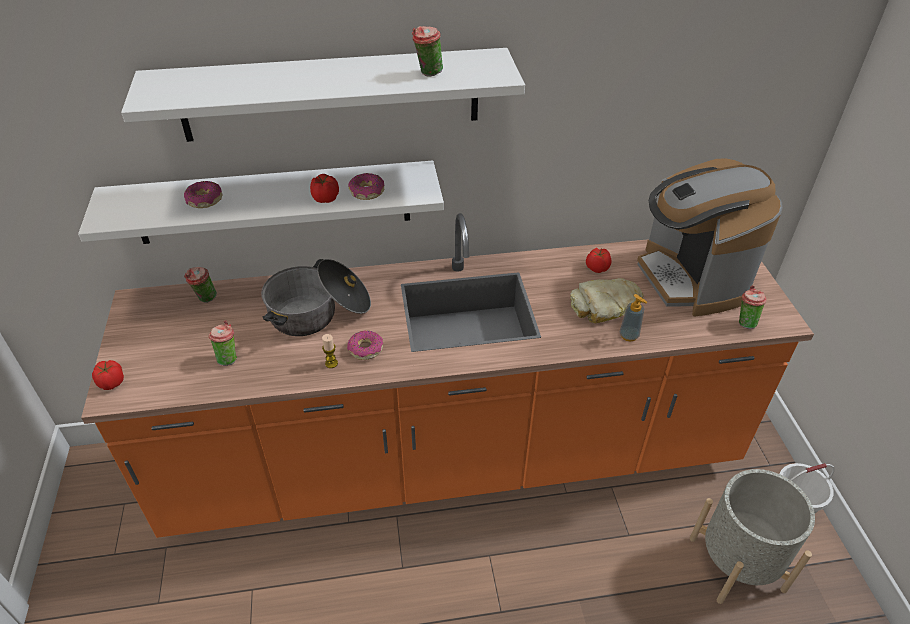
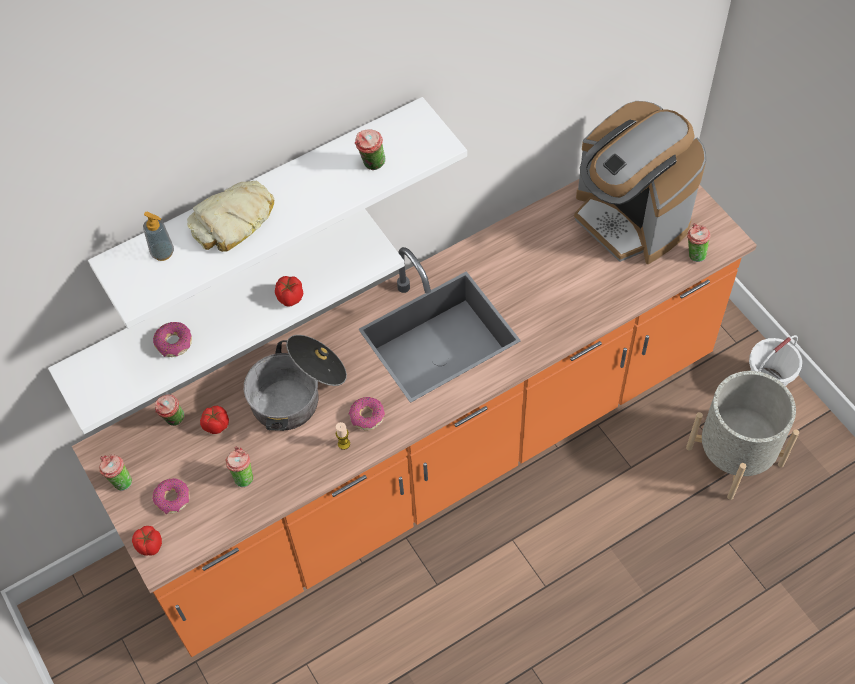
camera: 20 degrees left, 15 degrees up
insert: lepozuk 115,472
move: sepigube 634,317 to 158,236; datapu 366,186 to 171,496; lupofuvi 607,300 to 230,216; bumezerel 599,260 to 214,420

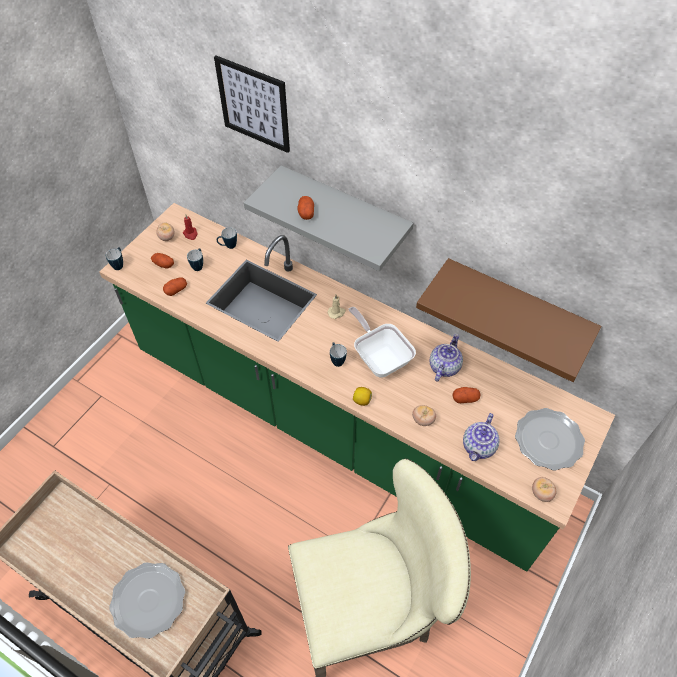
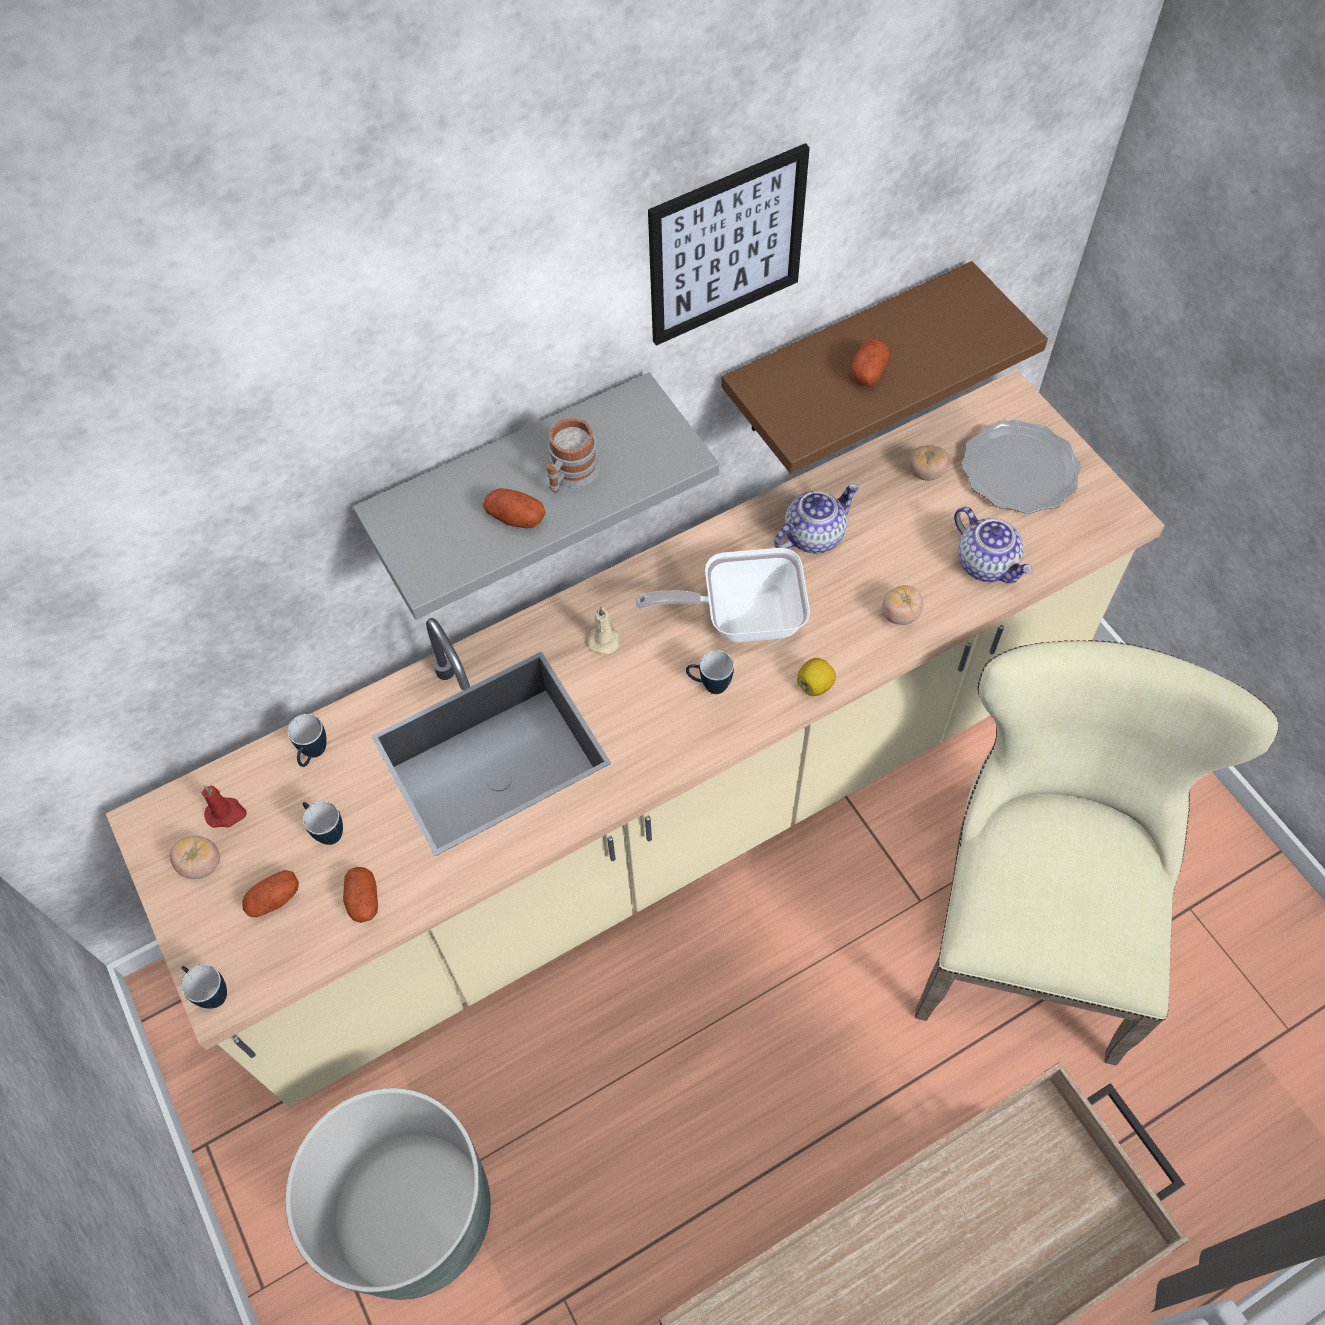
camera: 60 degrees left, 5 degrees up
delete: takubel 147,600
insert: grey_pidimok 388,1194; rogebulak 573,455
move: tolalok 252,104 to 729,244; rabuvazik 467,395 to 870,362; bumezerel 544,489 to 928,463
recolor: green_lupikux 357,387 to beige_lupikux 635,738
rotate: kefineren 446,357 = 816,518 90 degrees clockwise

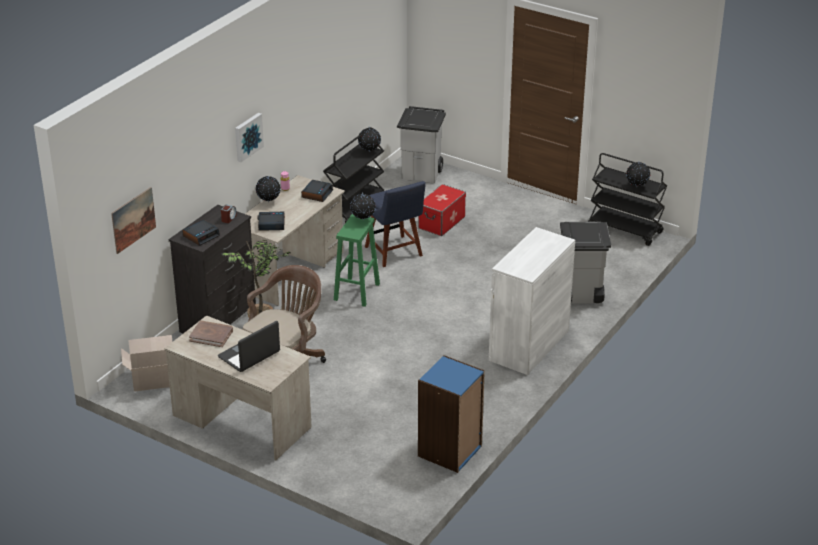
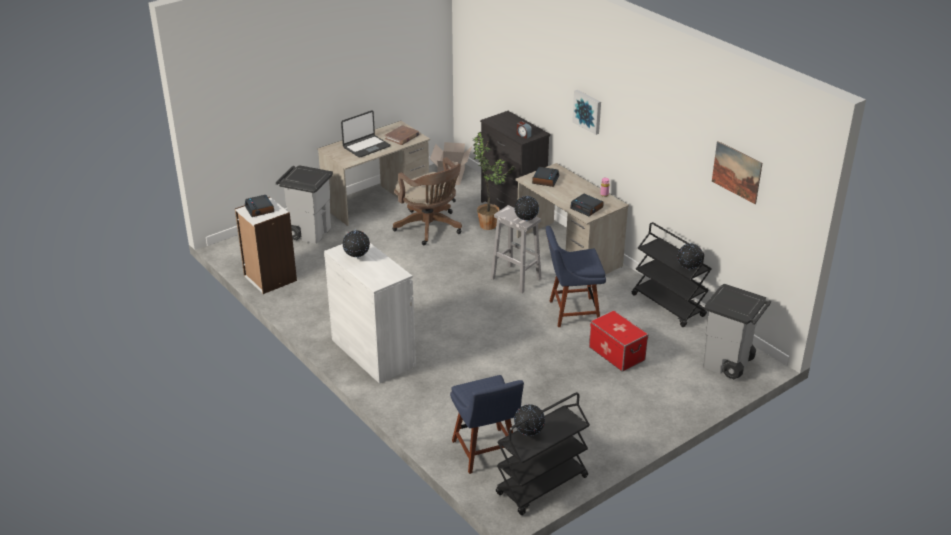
camera: 110 degrees right, 0 degrees up
insert: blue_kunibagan 487,424
move: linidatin 201,233 to 259,206; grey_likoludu 585,262 to 304,204; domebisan 268,188 to 356,244; tolalok 133,220 to 737,172
recolor: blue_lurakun 451,414 to white_lurakun 266,245; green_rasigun 357,260 to white_rasigun 516,249
rotate: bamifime 249,346 = 366,134 75 degrees clockwise

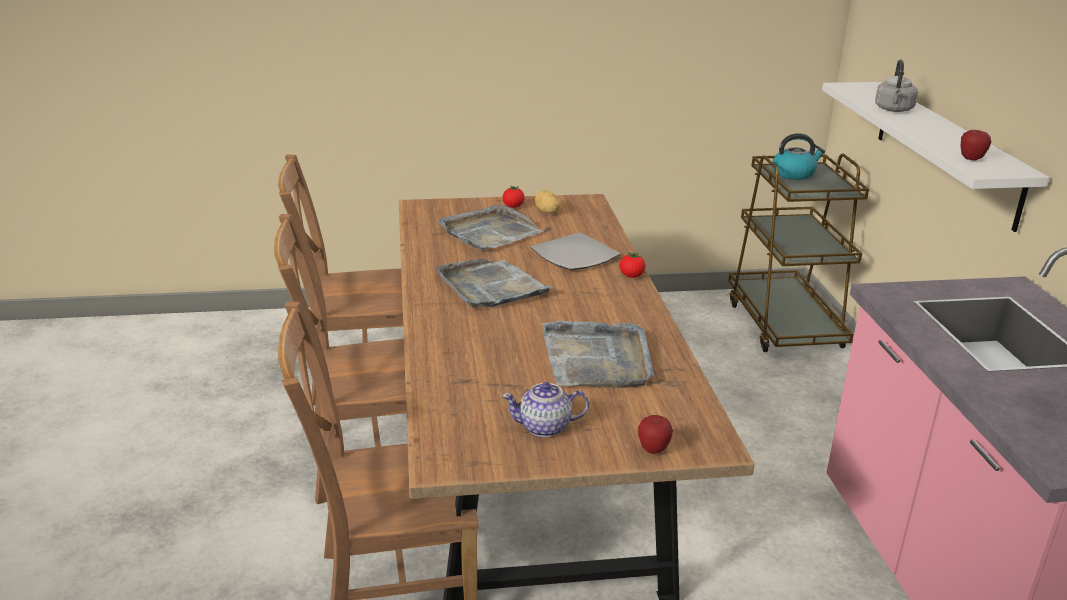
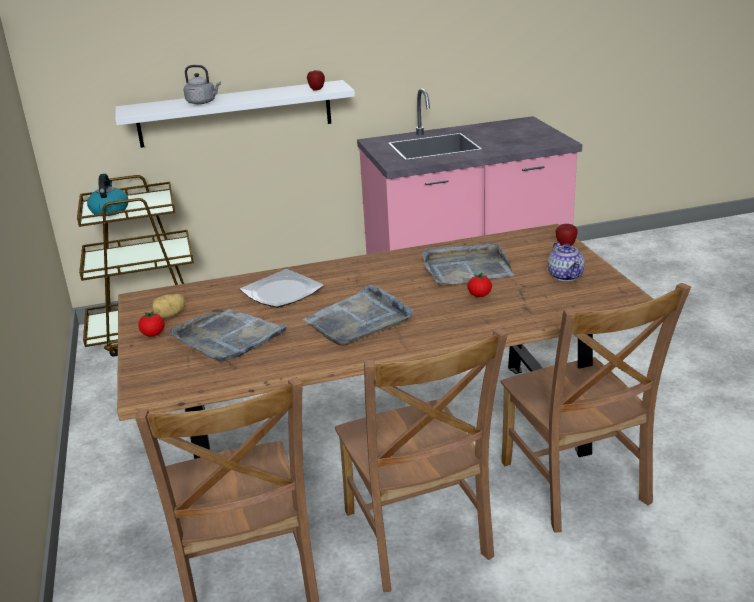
camera: 95 degrees left, 0 degrees up
move: bumezerel 633,265 to 480,285

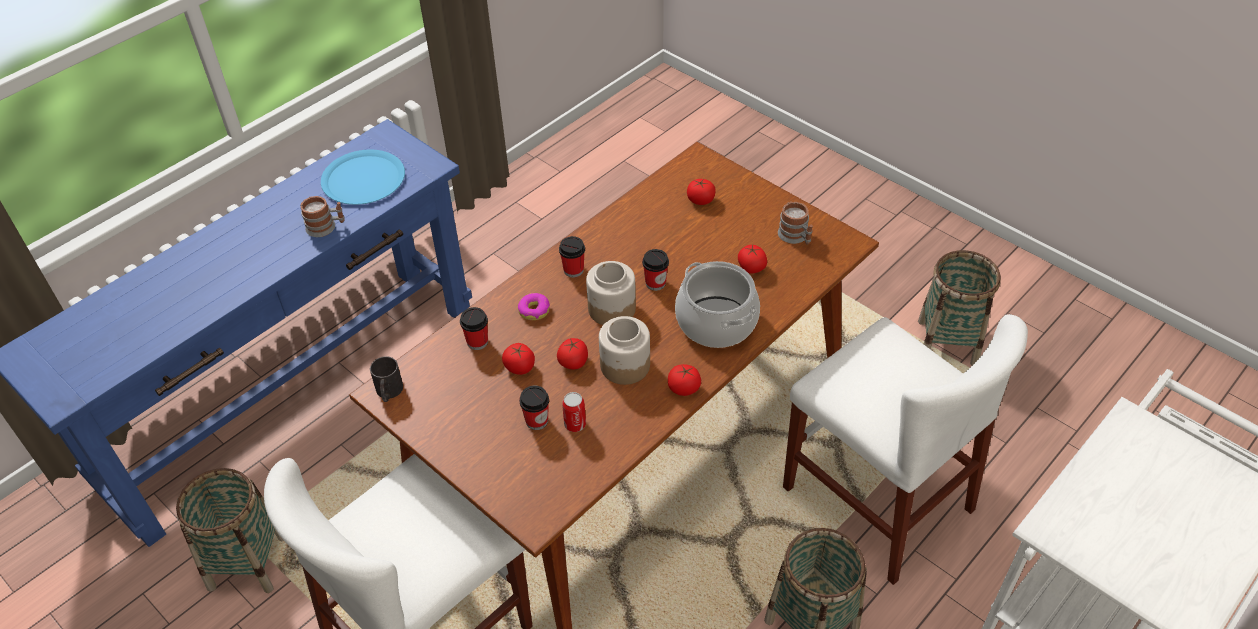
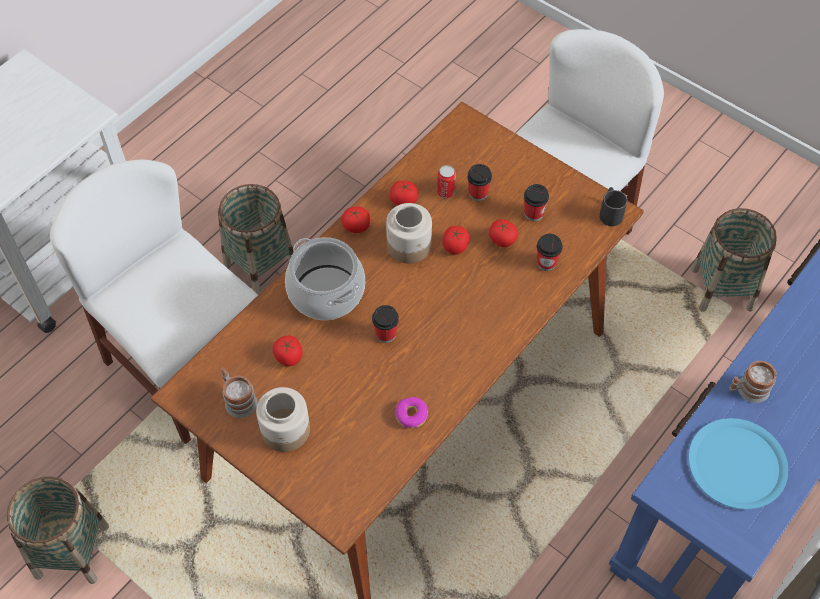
camera: 175 degrees right, 10 degrees up
move: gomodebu 611,293 to 283,419; bumezerel 701,192 to 404,193; datapu 534,306 to 411,413; lepozuk 572,257 to 536,202

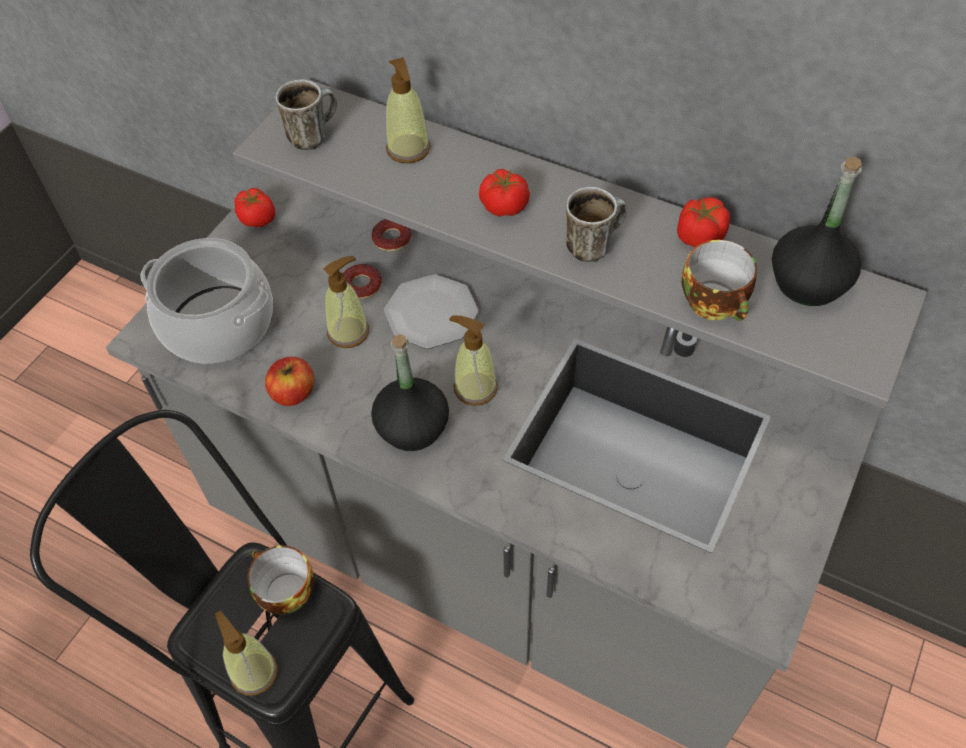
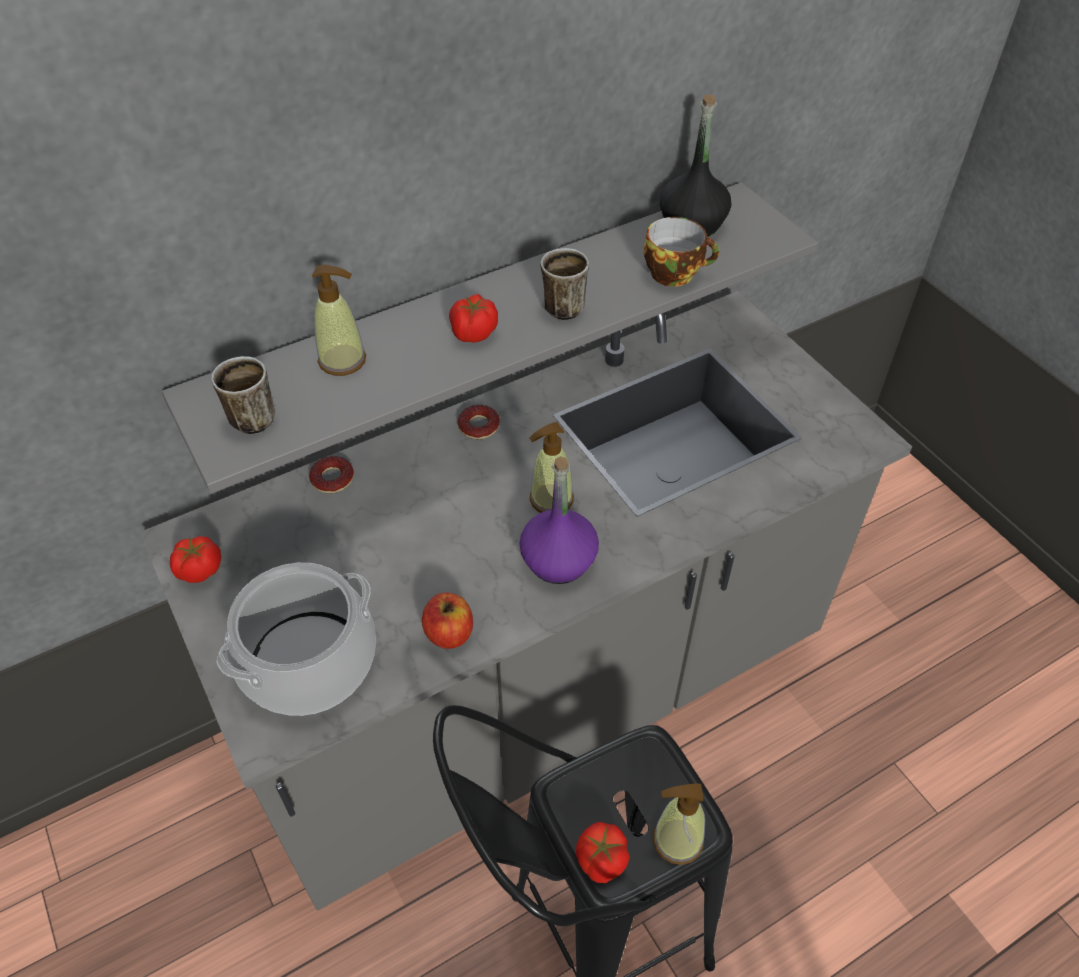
camera: 60 degrees left, 5 degrees down
delete: lepozuk 281,579; sepigube 346,302; takubel 431,312
move: datapu 362,281 to 479,422; bumezerel 703,222 to 603,852
recolor: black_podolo 410,392 to purple_podolo 559,520

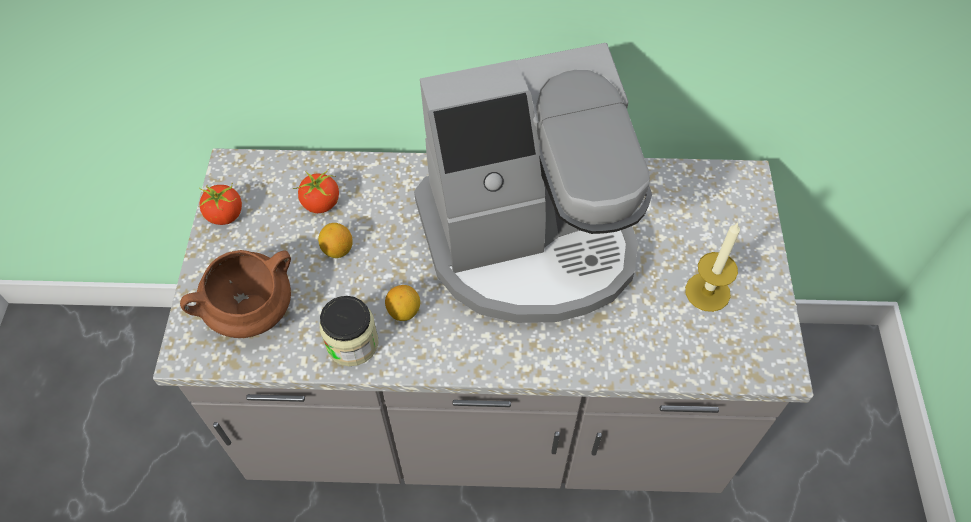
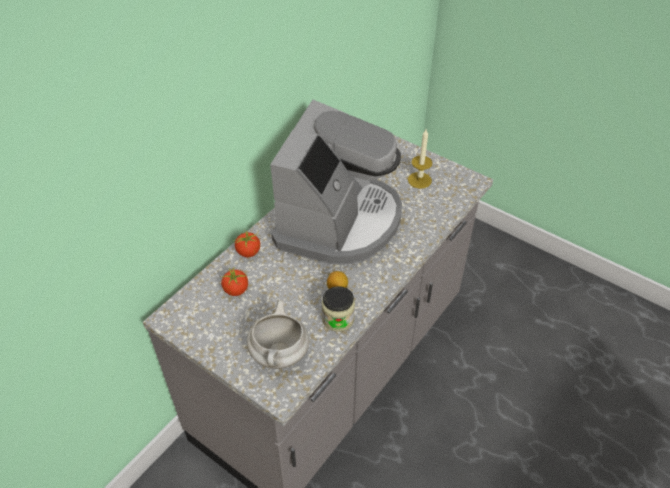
camera: 55 degrees left, 10 degrees down
delete: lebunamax 335,240
move: bumezerel 220,204 to 247,244
recolor: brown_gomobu 235,294 to white_gomobu 278,334

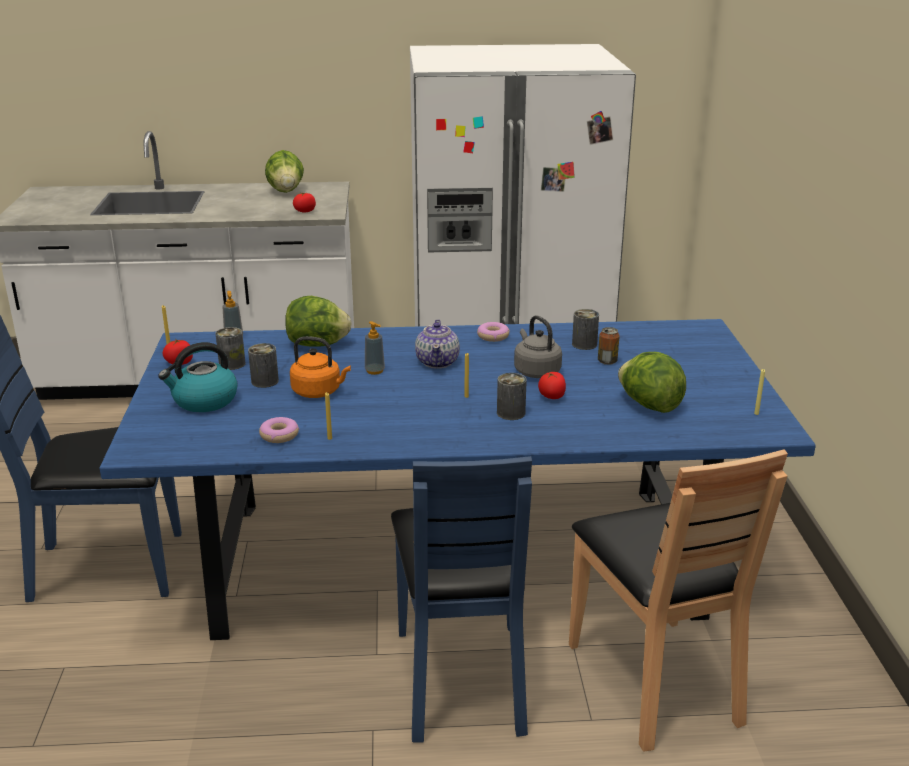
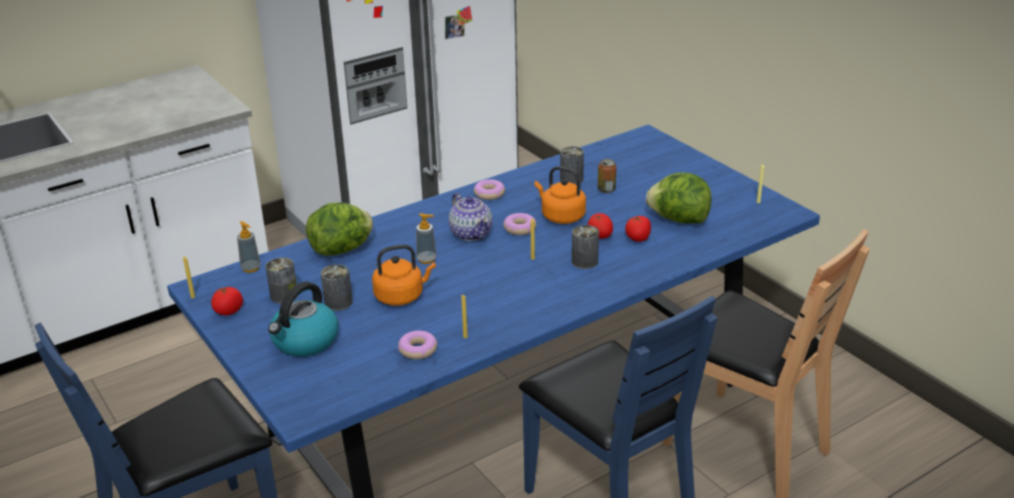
camera: 30 degrees left, 5 degrees up
delete: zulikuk 284,171
insert: datapu 519,224
move: bumezerel 304,202 to 638,228
recolor: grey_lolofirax 538,346 to orange_lolofirax 560,195

